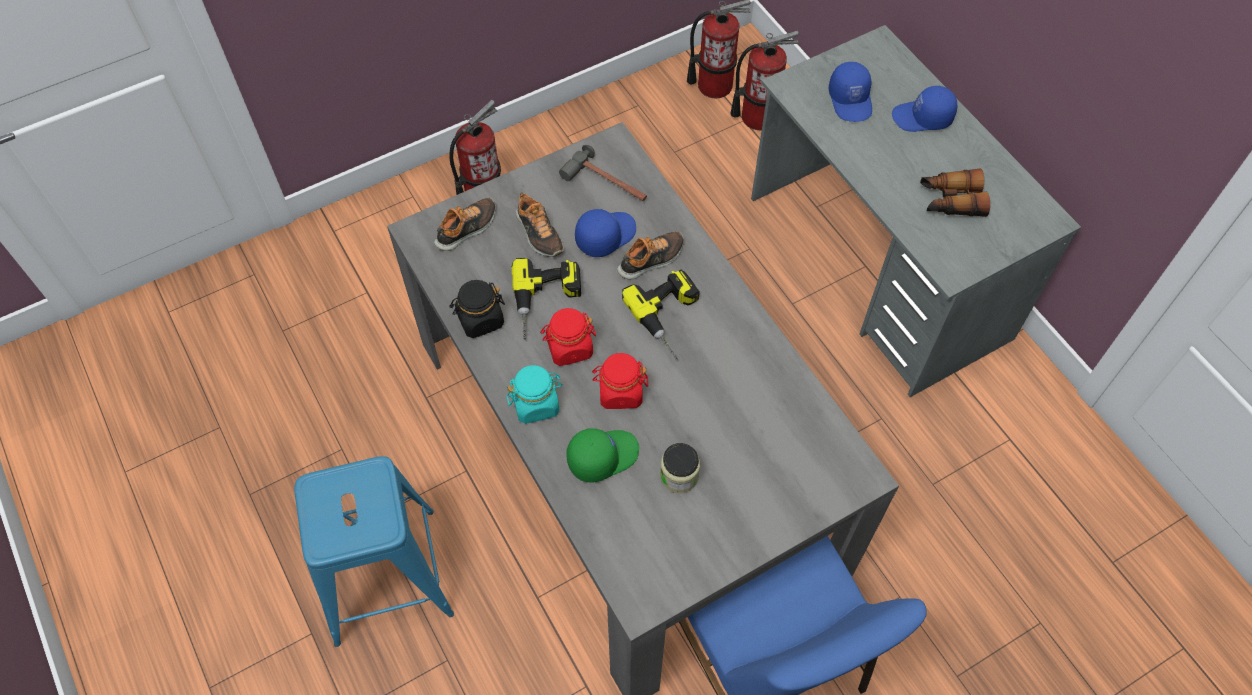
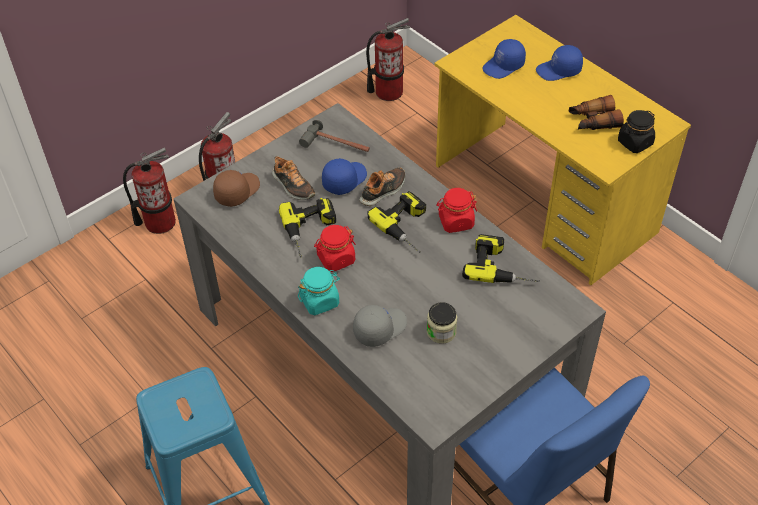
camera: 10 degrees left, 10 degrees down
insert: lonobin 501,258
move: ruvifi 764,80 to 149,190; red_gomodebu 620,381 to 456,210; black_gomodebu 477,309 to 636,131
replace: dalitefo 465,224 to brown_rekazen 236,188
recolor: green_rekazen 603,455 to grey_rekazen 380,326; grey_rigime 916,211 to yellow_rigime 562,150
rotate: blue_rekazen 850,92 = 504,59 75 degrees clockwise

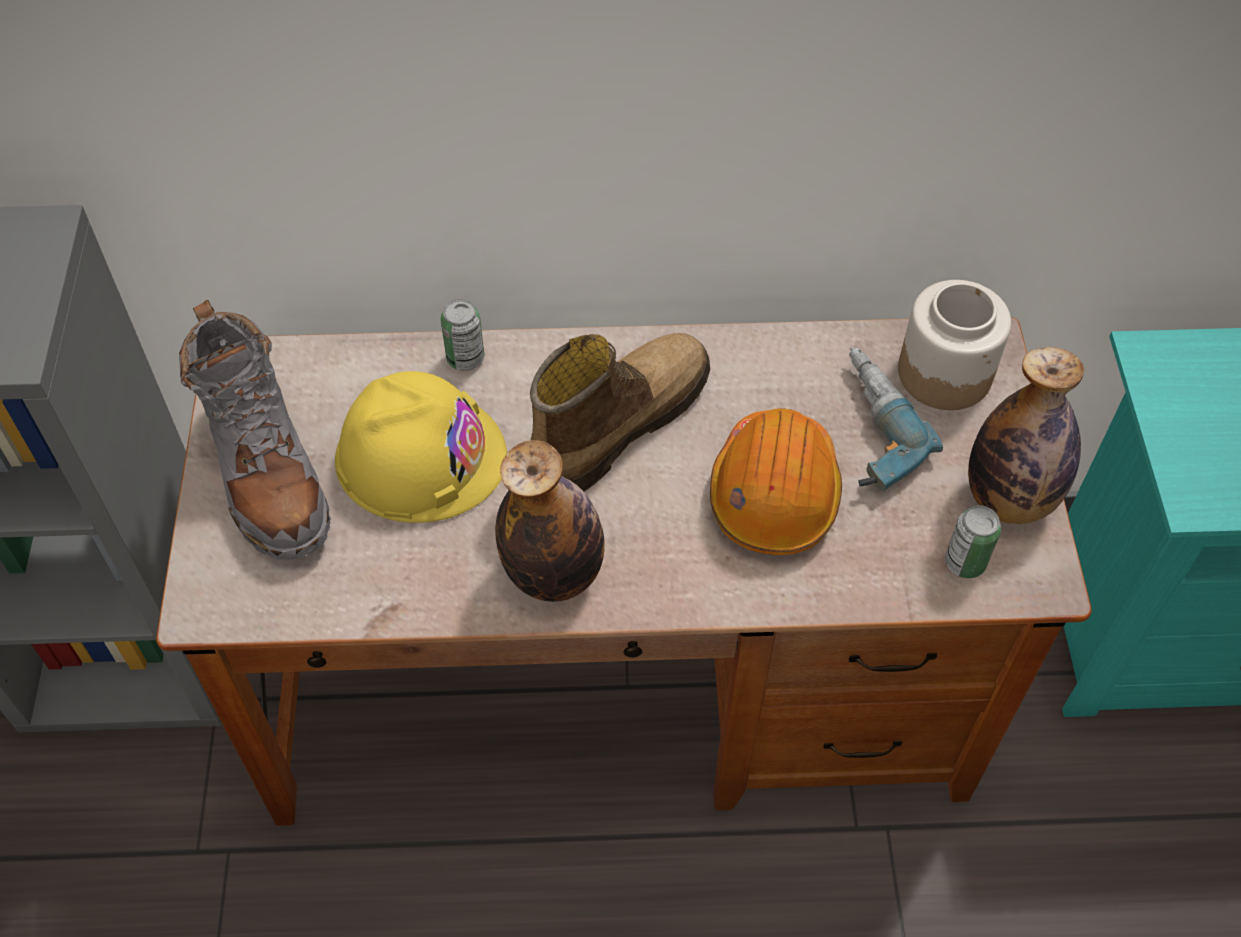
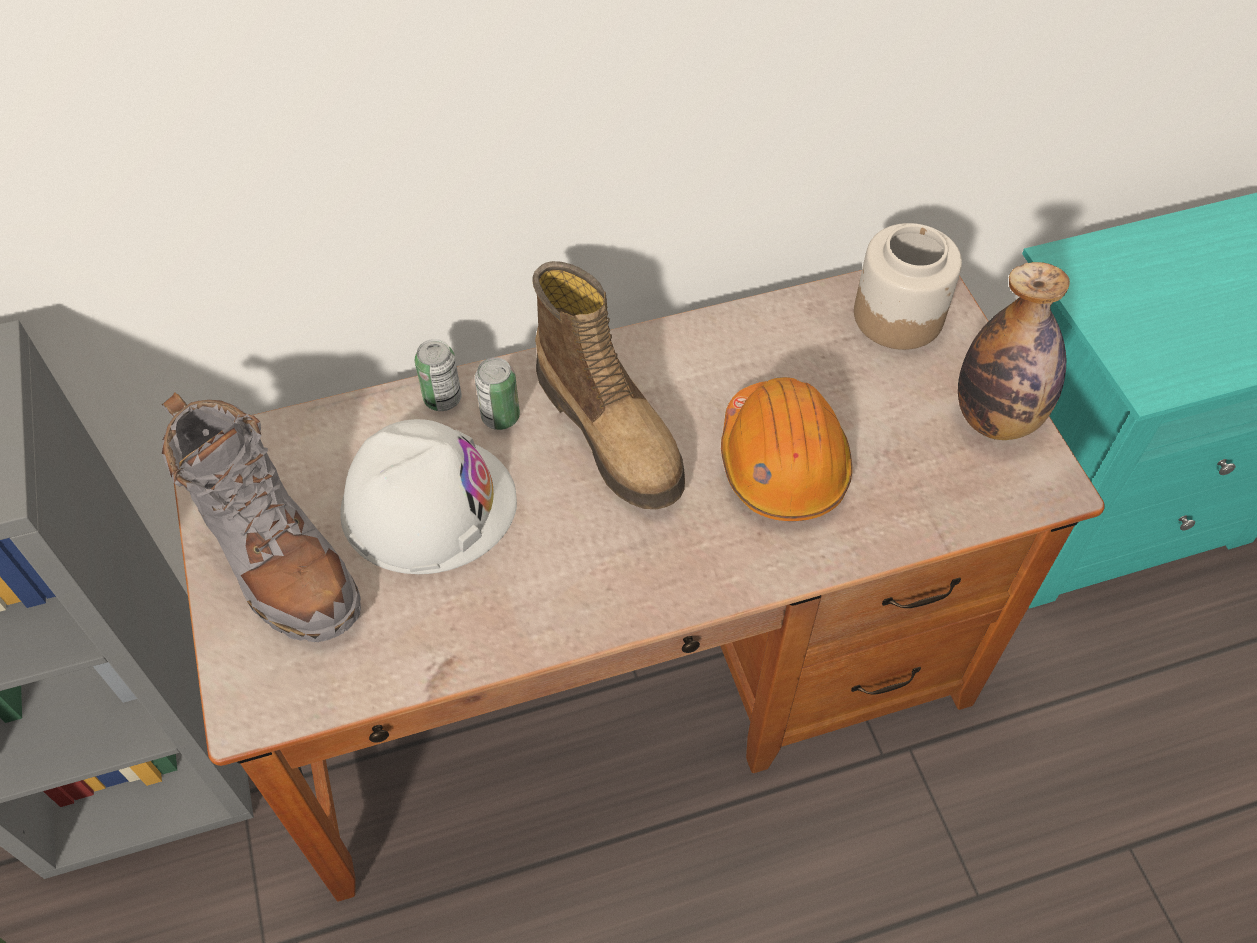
camera: 15 degrees left, 0 degrees up
delete: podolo 550,521; lonobin 896,419
move: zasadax 973,541 to 497,393
recolor: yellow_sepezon 421,447 to white_sepezon 428,496
rotate: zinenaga 620,412 = 608,385 120 degrees clockwise

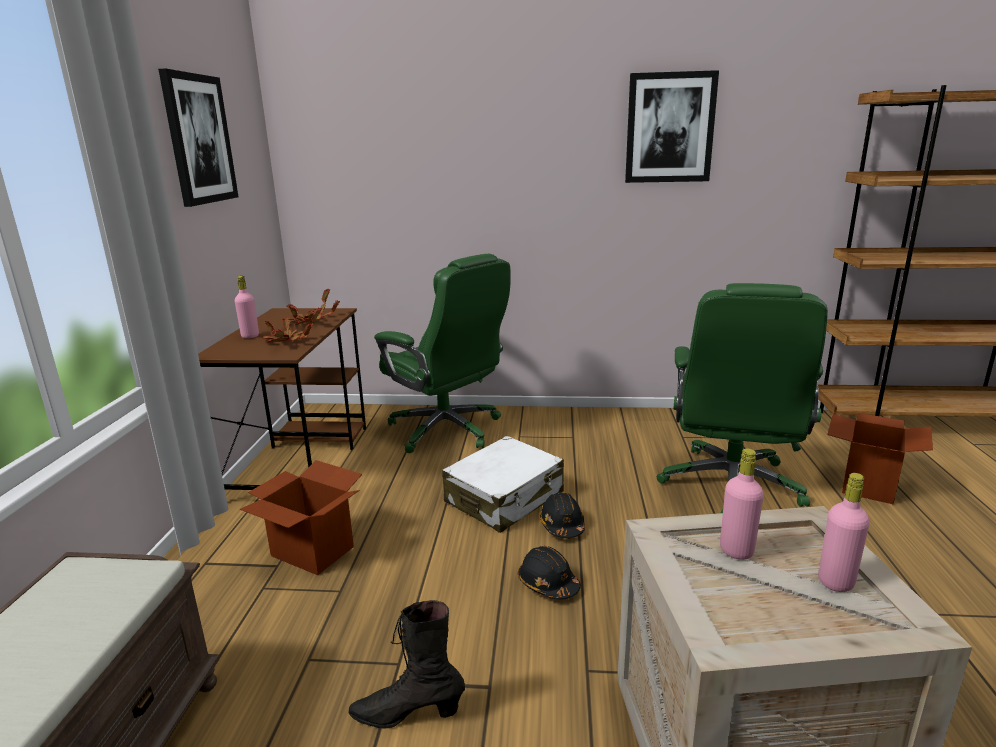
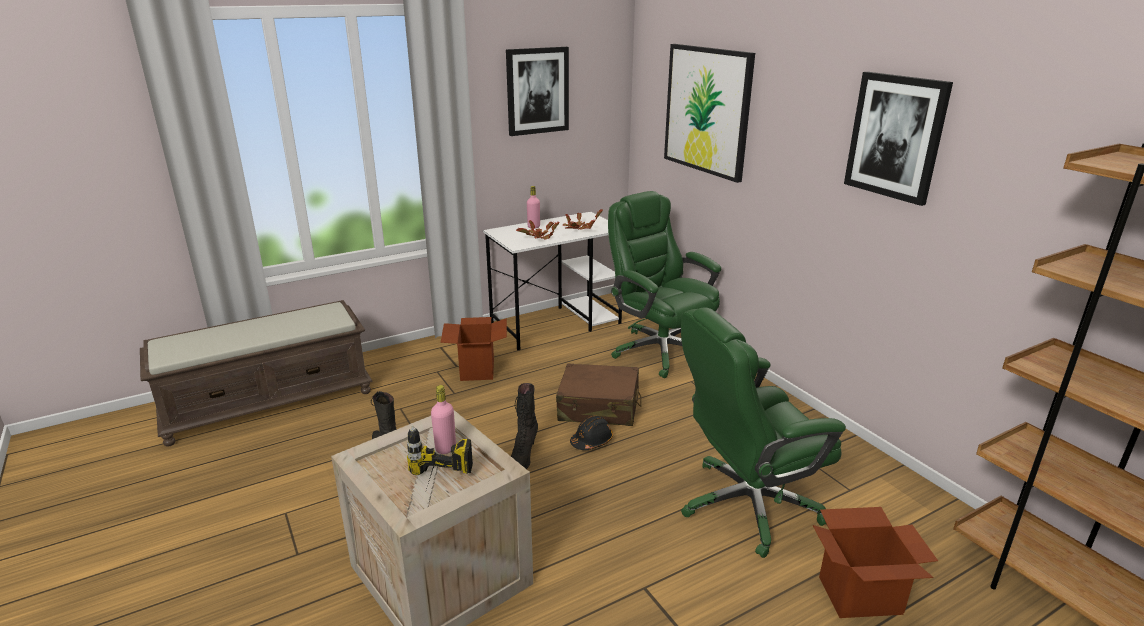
camera: 55 degrees right, 5 degrees up
insert: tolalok 709,113
replace: pink_podolo 844,532 to lonobin 440,459; black_sepezon 549,573 to black_zinenaga 524,426
recolor: brown_rigime 282,399 to white_rigime 552,281; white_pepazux 503,484 to brown_pepazux 599,394
rotate: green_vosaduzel 442,353 = 664,284 135 degrees clockwise

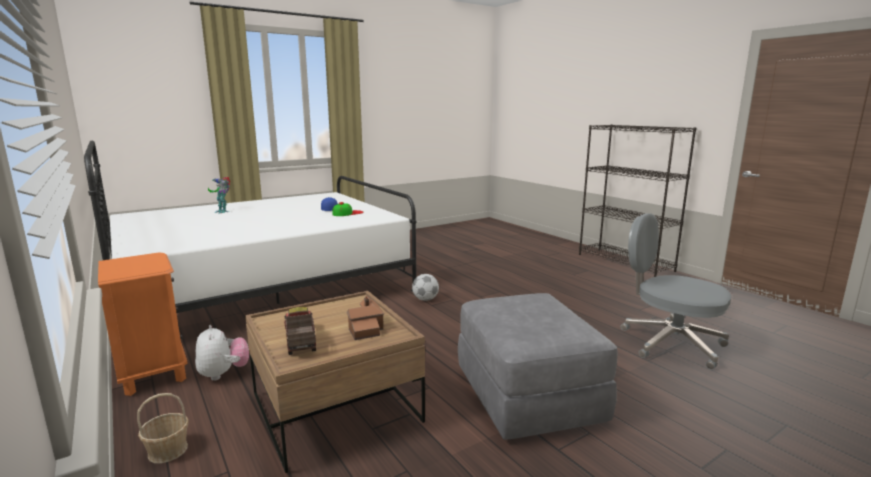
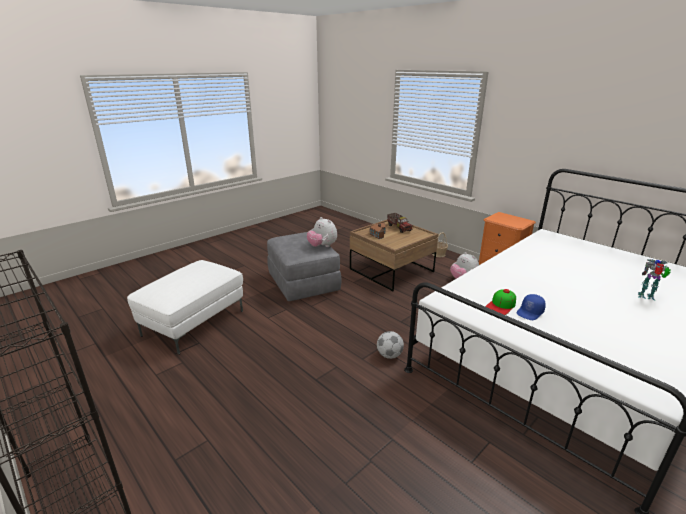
camera: 170 degrees right, 10 degrees up
insert: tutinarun 322,232
replace: grey_vosaduzel 675,291 to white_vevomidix 185,307

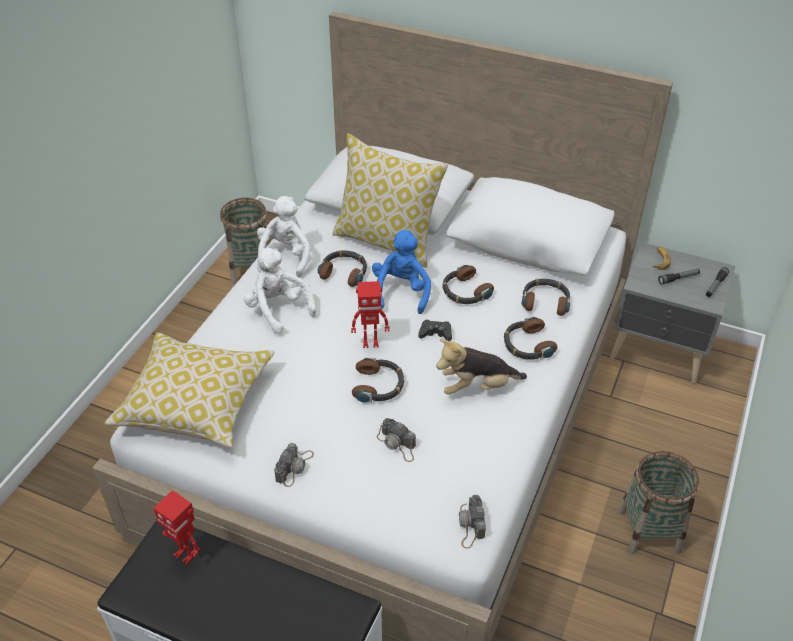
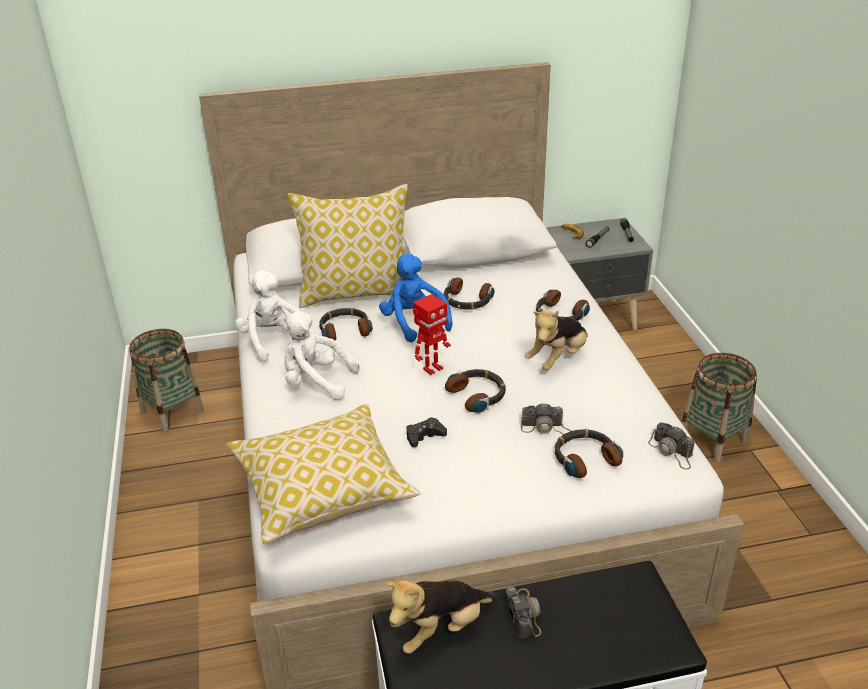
camera: 35 degrees left, 10 degrees down
move: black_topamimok 435,330 to 427,432; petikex 294,465 to 523,612; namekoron 546,297 to 589,453
replace: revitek 176,527 to tutinarun 441,617

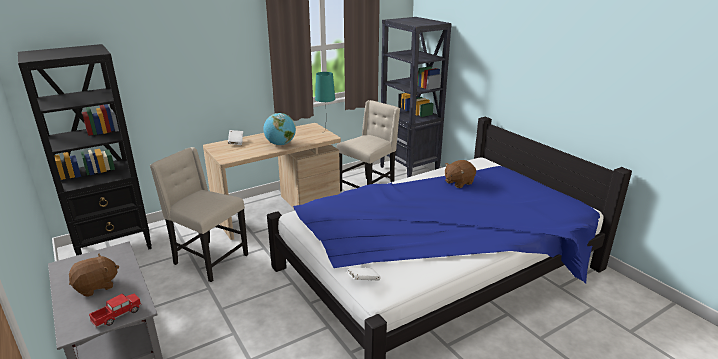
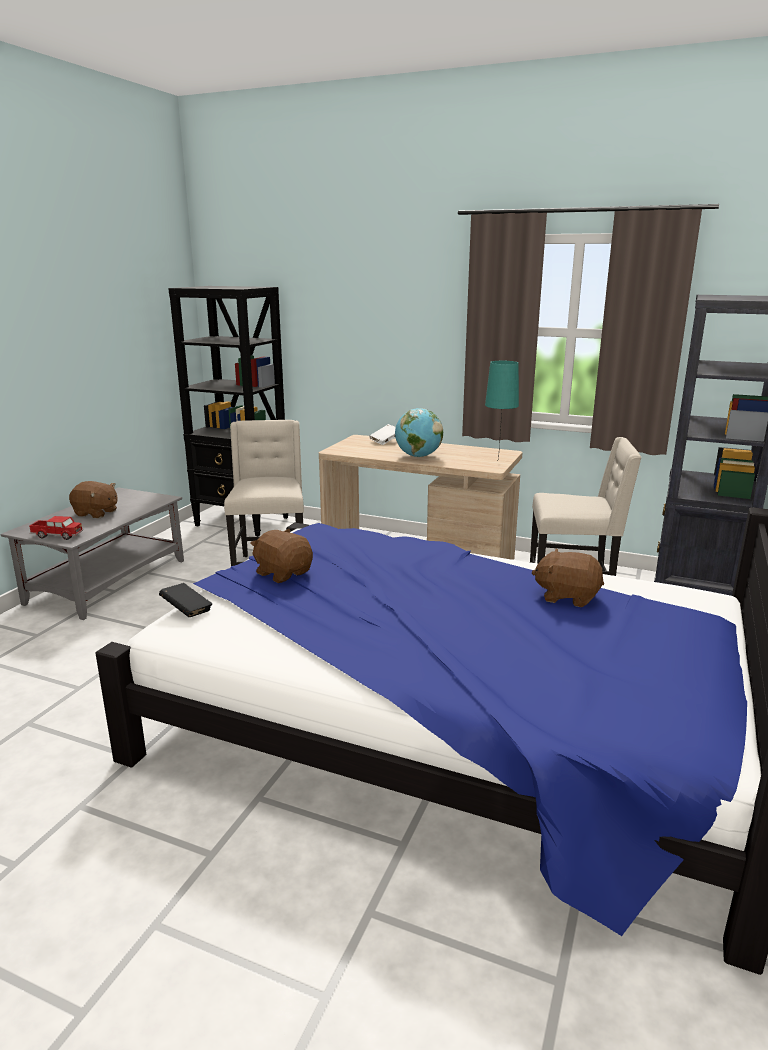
camera: 55 degrees right, 5 degrees down
insert: brown_tutinarun 281,556
recolor: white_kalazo 363,274 to black_kalazo 185,600

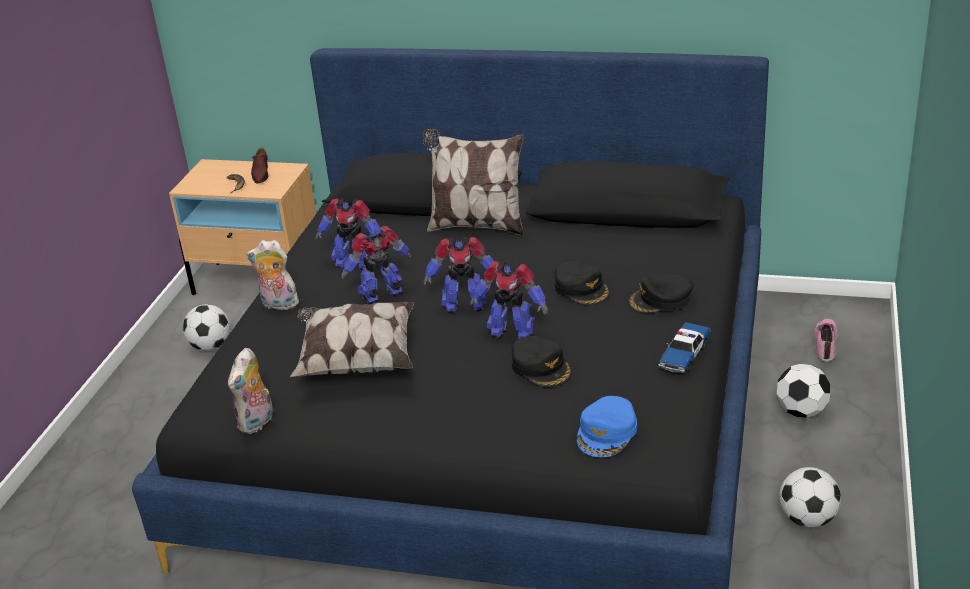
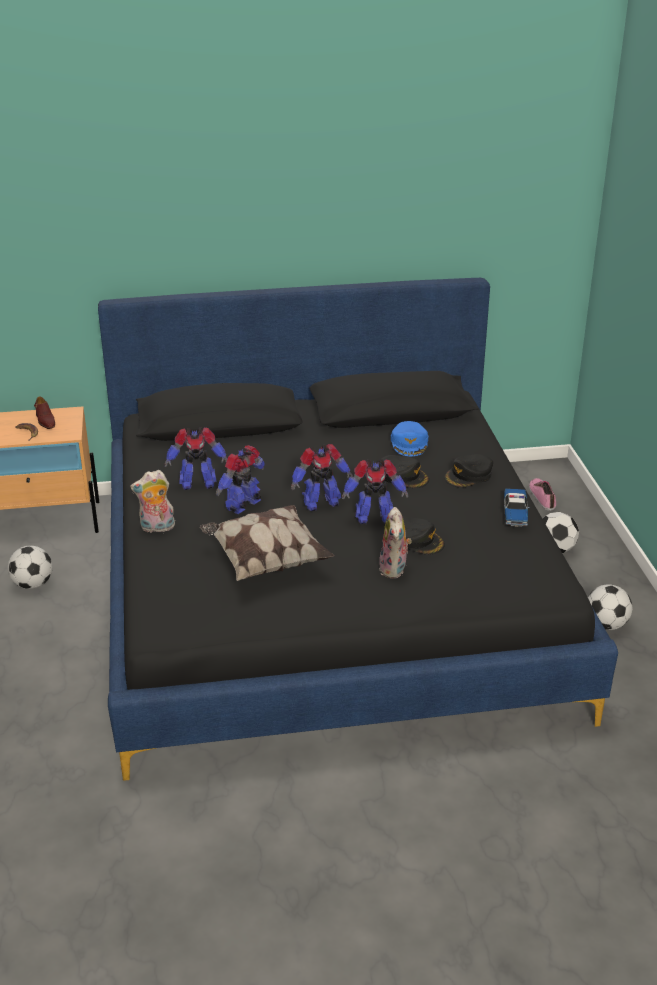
camera: 25 degrees left, 0 degrees up
delete: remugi 473,182
move: tutinarun 250,391 to 395,542; blue_rekazen 607,426 to 409,439

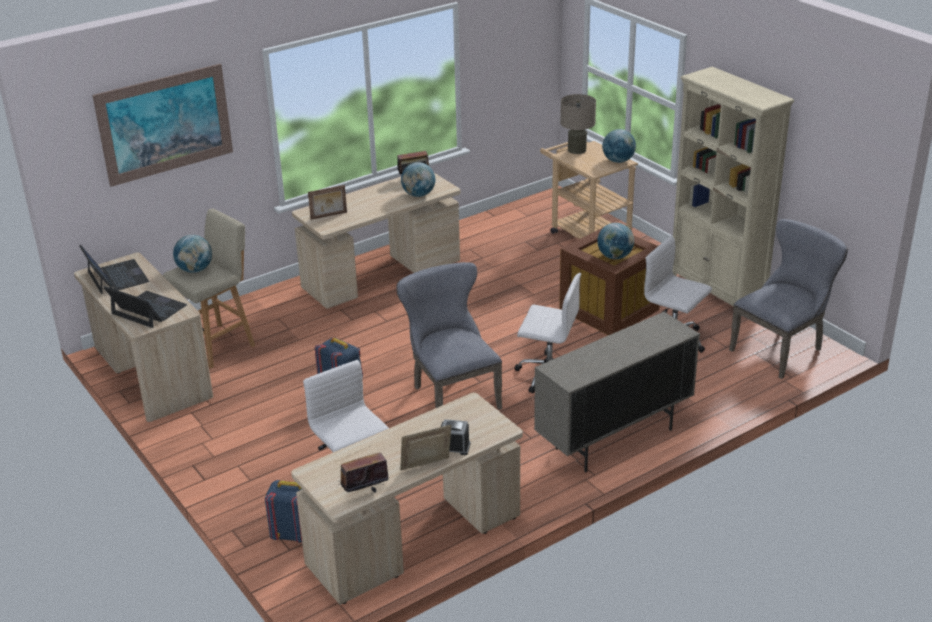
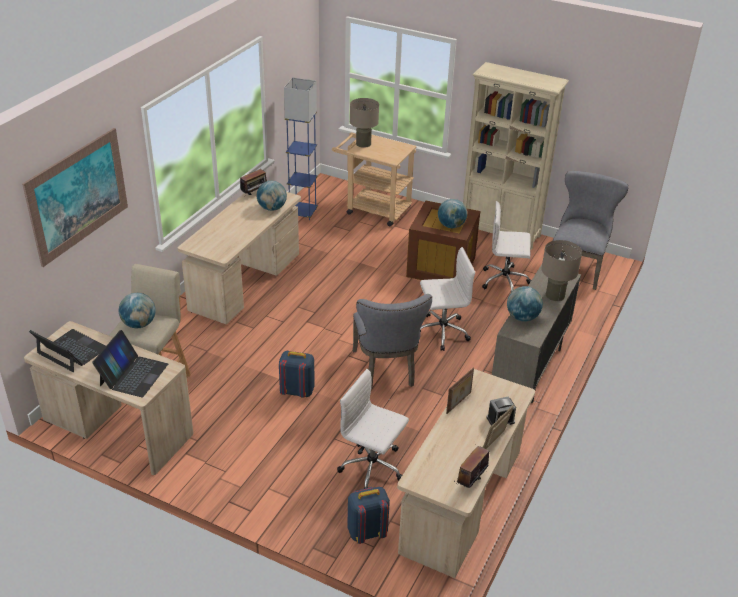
camera: 30 degrees left, 5 degrees up
insert: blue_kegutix 301,148; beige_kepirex 561,270
move: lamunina 327,202 to 460,390; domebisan 619,146 to 525,303
rotate: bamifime 145,307 = 130,363 105 degrees clockwise; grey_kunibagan 449,336 = 392,342 135 degrees counterclockwise

